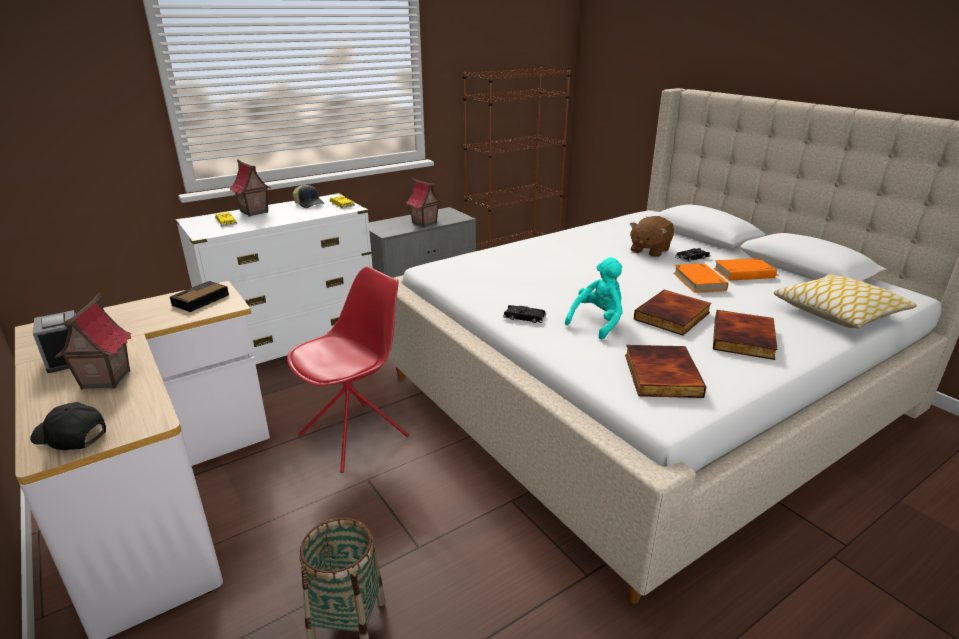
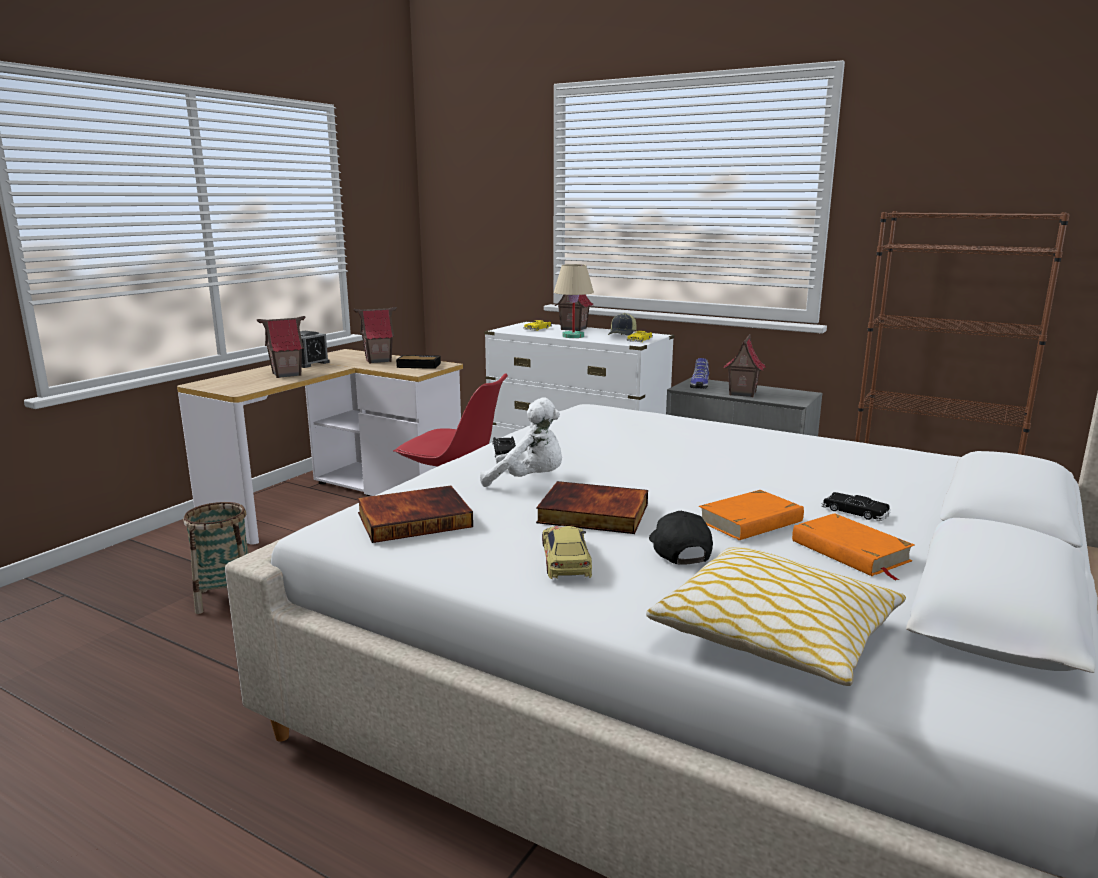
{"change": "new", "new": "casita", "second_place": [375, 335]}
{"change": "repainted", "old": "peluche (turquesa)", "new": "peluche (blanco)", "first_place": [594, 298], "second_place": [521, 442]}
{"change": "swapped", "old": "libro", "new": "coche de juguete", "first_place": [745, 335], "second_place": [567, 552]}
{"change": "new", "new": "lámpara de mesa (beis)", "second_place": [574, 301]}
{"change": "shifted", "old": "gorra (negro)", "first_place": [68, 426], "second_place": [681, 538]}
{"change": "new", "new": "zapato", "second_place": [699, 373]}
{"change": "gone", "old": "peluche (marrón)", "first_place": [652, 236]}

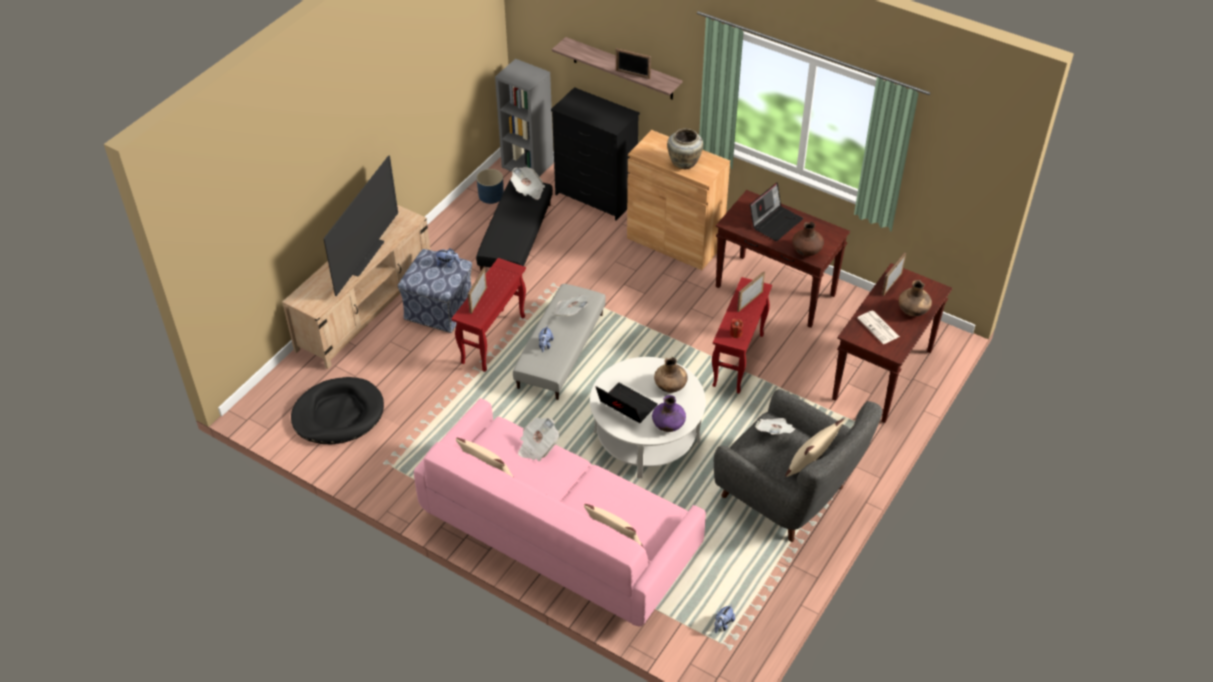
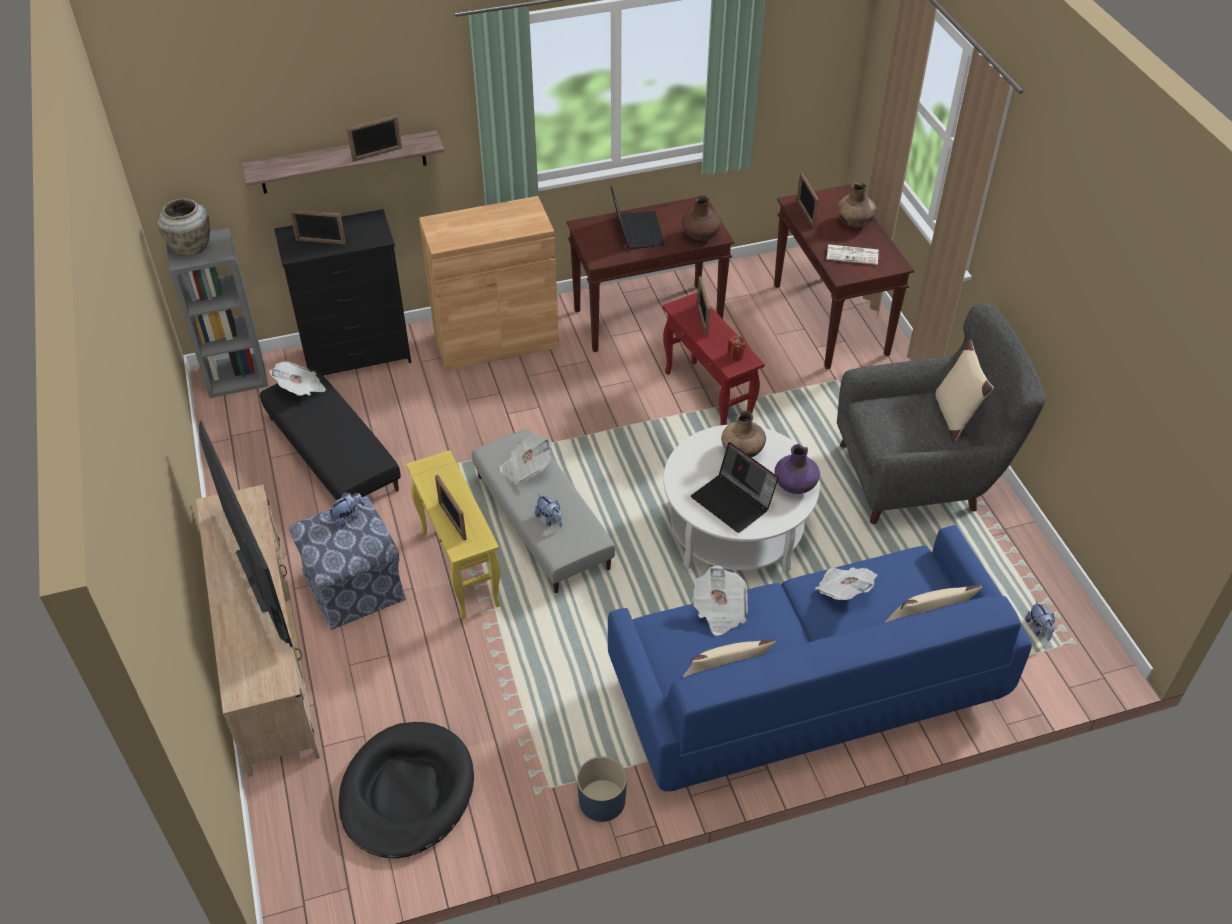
{"change": "shifted", "old": "florero (beis)", "first_place": [685, 148], "second_place": [183, 227]}
{"change": "new", "new": "portarretratos", "second_place": [317, 226]}
{"change": "repainted", "old": "mesa auxiliar (rojo)", "new": "mesa auxiliar (amarillo)", "first_place": [488, 315], "second_place": [453, 534]}
{"change": "shifted", "old": "maceta (azul)", "first_place": [490, 186], "second_place": [602, 789]}
{"change": "repainted", "old": "sofá (rosa)", "new": "sofá (azul)", "first_place": [560, 512], "second_place": [820, 658]}
{"change": "rotated", "old": "portátil", "first_place": [627, 403], "second_place": [735, 487], "degrees": -120}
{"change": "shifted", "old": "periódico", "first_place": [775, 426], "second_place": [846, 583]}

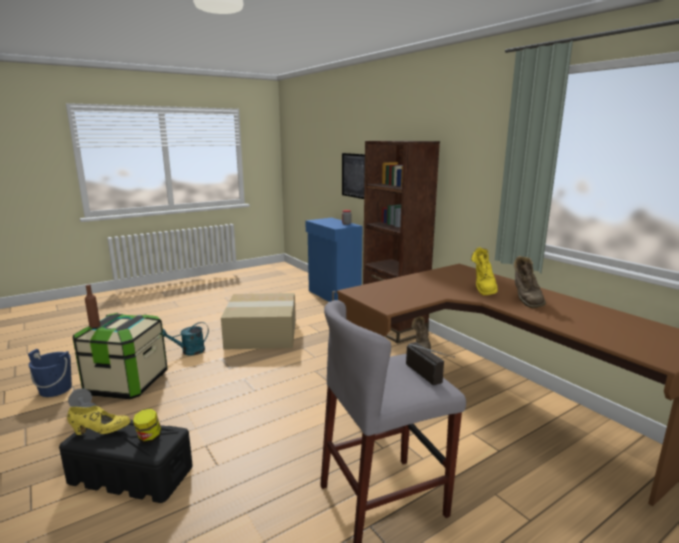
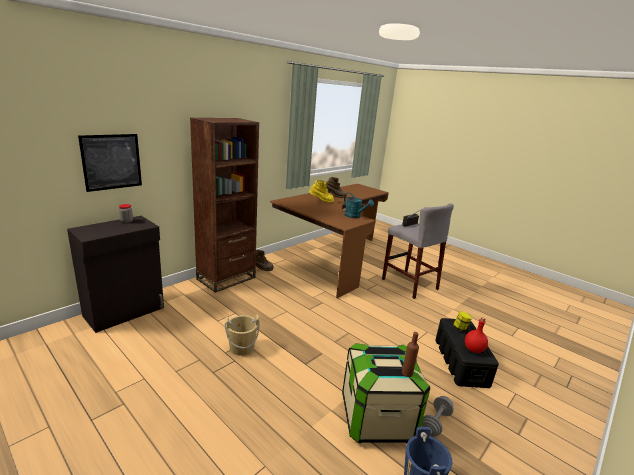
{"change": "repainted", "old": "armario (azul)", "new": "armario (negro)", "first_place": [334, 260], "second_place": [115, 274]}
{"change": "swapped", "old": "caja de cartón", "new": "cubo (beis)", "first_place": [258, 321], "second_place": [242, 335]}
{"change": "shifted", "old": "regadera (turquesa)", "first_place": [185, 339], "second_place": [359, 205]}
{"change": "swapped", "old": "zapato (amarillo)", "new": "botella (rojo)", "first_place": [99, 420], "second_place": [476, 335]}

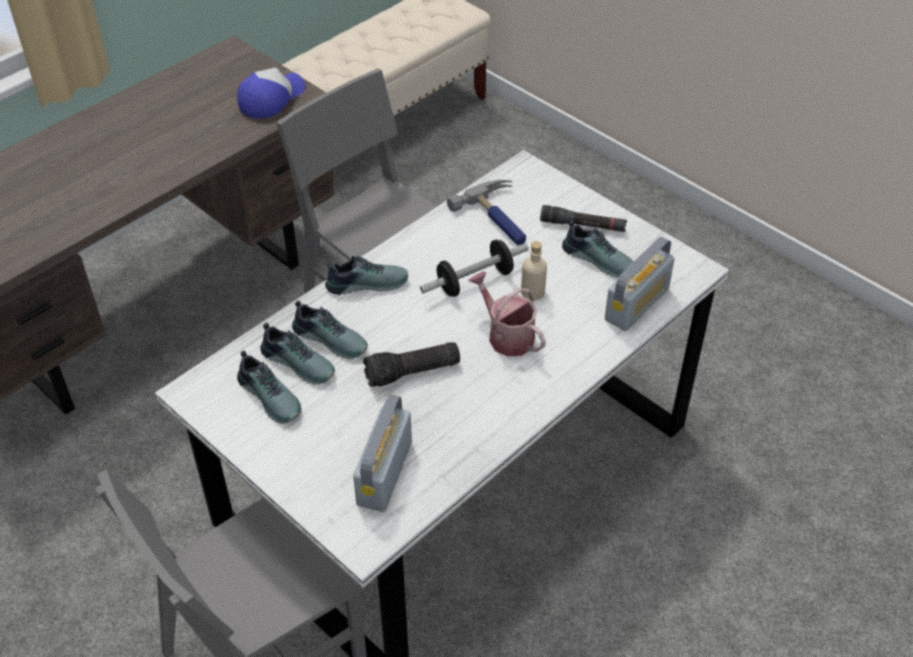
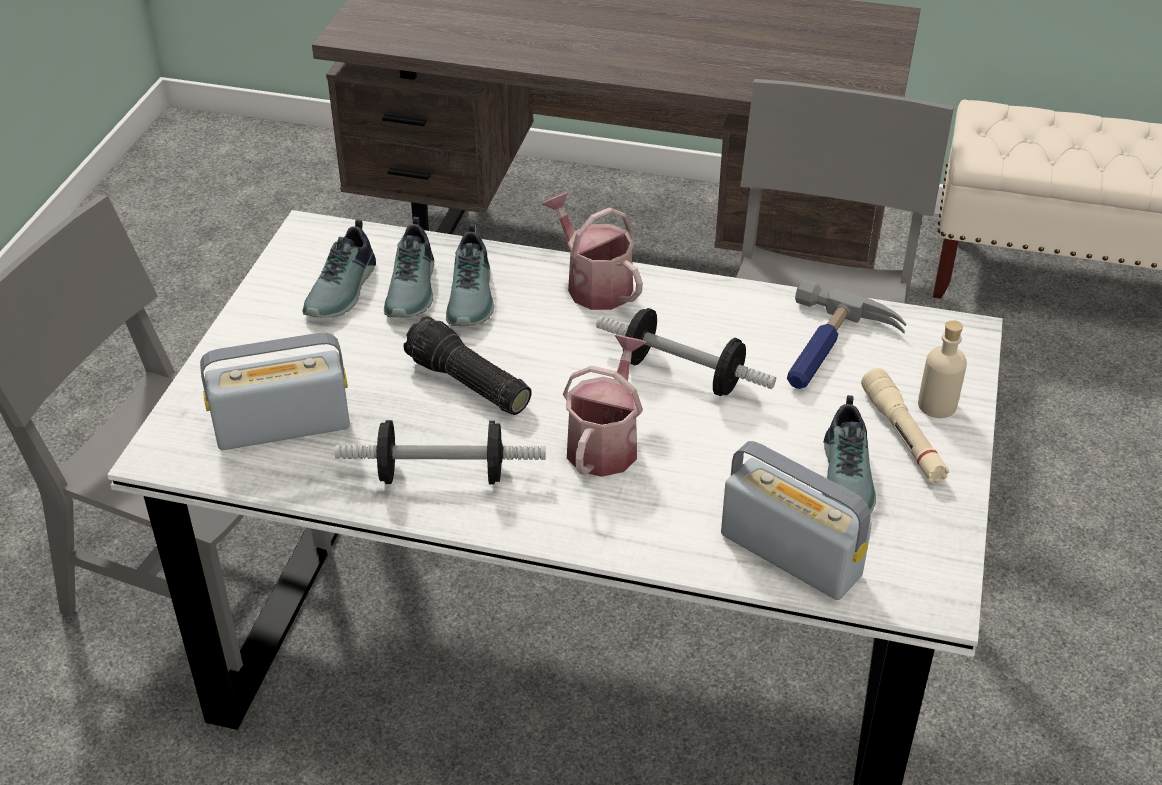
{"change": "new", "new": "mancuerna", "second_place": [440, 452]}
{"change": "swapped", "old": "zapato", "new": "regadera", "first_place": [366, 275], "second_place": [592, 251]}
{"change": "rotated", "old": "radio", "first_place": [640, 284], "second_place": [796, 520], "degrees": -150}
{"change": "repainted", "old": "linterna (negro)", "new": "linterna (beis)", "first_place": [583, 218], "second_place": [905, 425]}
{"change": "shifted", "old": "botella (beis)", "first_place": [534, 270], "second_place": [942, 369]}
{"change": "gone", "old": "gorra", "first_place": [271, 93]}

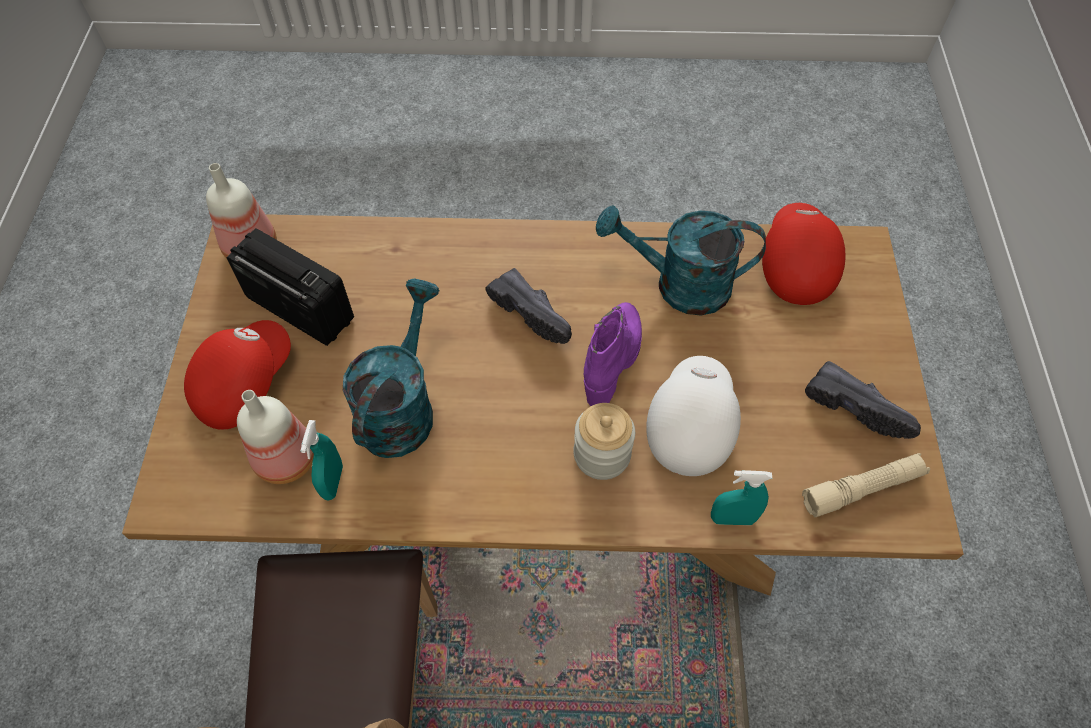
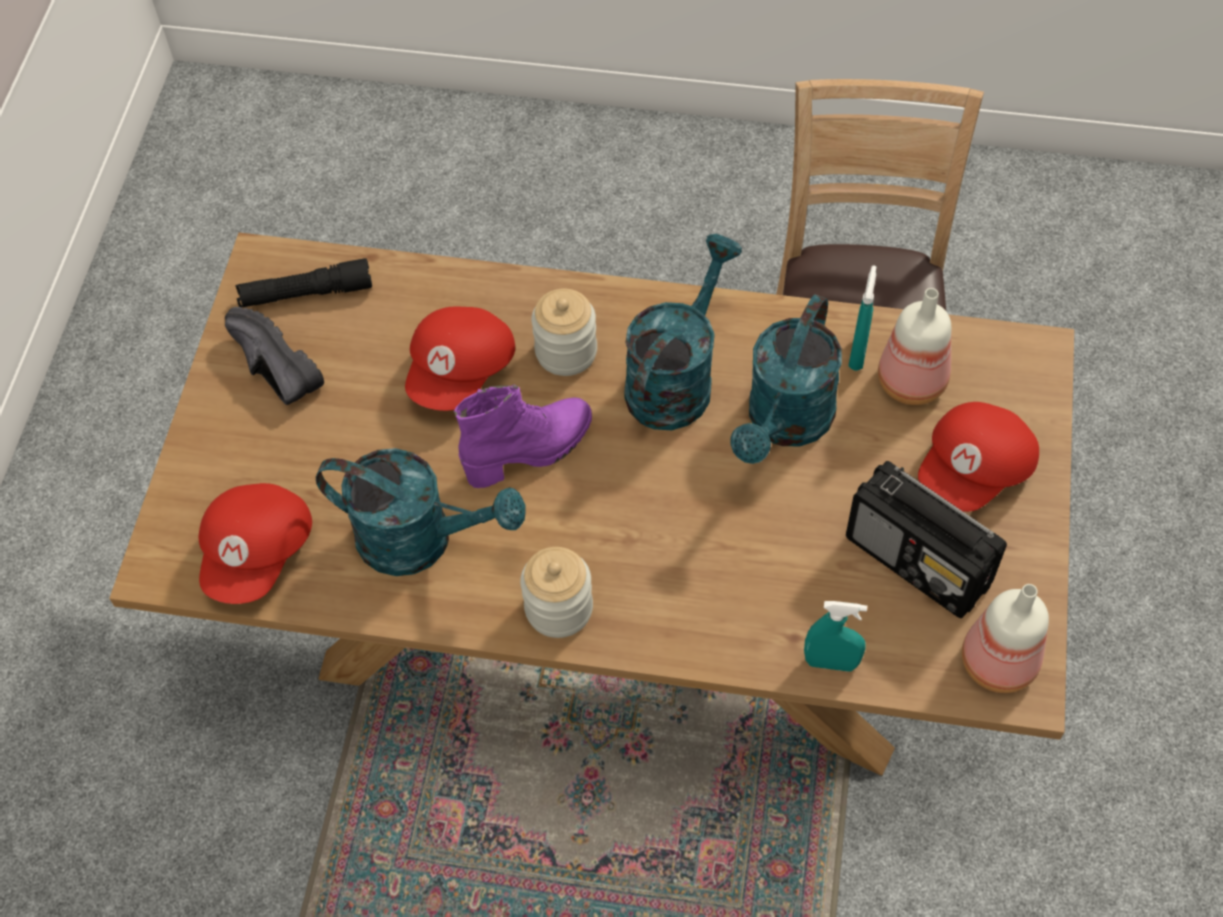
{"change": "repainted", "old": "linterna (beis)", "new": "linterna (negro)", "first_place": [866, 485], "second_place": [303, 282]}
{"change": "repainted", "old": "gorra (blanco)", "new": "gorra (rojo)", "first_place": [693, 416], "second_place": [460, 359]}
{"change": "rotated", "old": "bota (morado)", "first_place": [613, 354], "second_place": [523, 436], "degrees": -150}
{"change": "new", "new": "tarro", "second_place": [556, 592]}
{"change": "new", "new": "regadera (turquesa)", "second_place": [683, 332]}
{"change": "shifted", "old": "pulverizador (turquesa)", "first_place": [741, 497], "second_place": [835, 636]}
{"change": "gone", "old": "zapato (negro)", "first_place": [528, 306]}

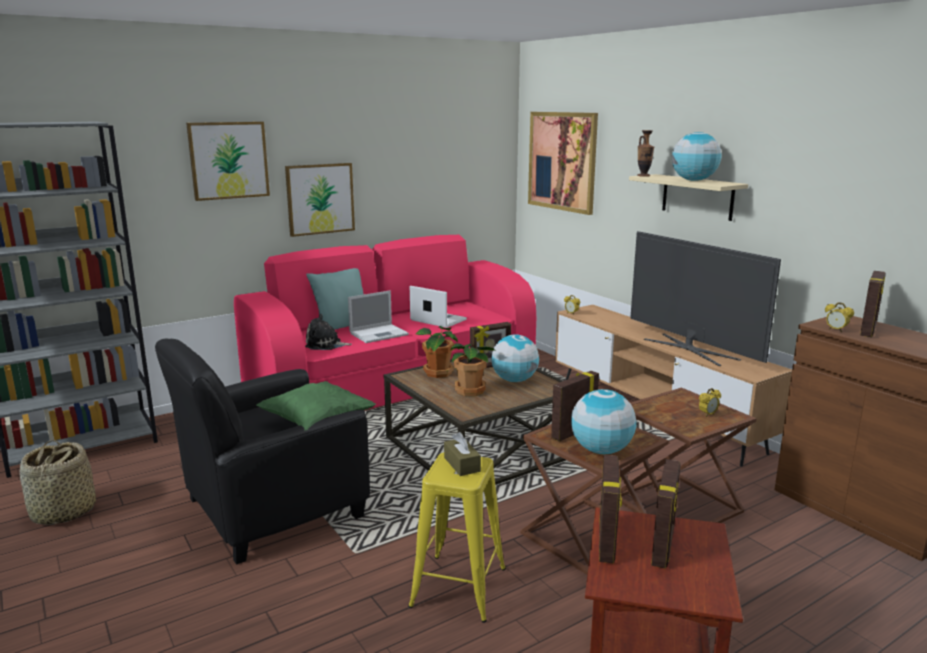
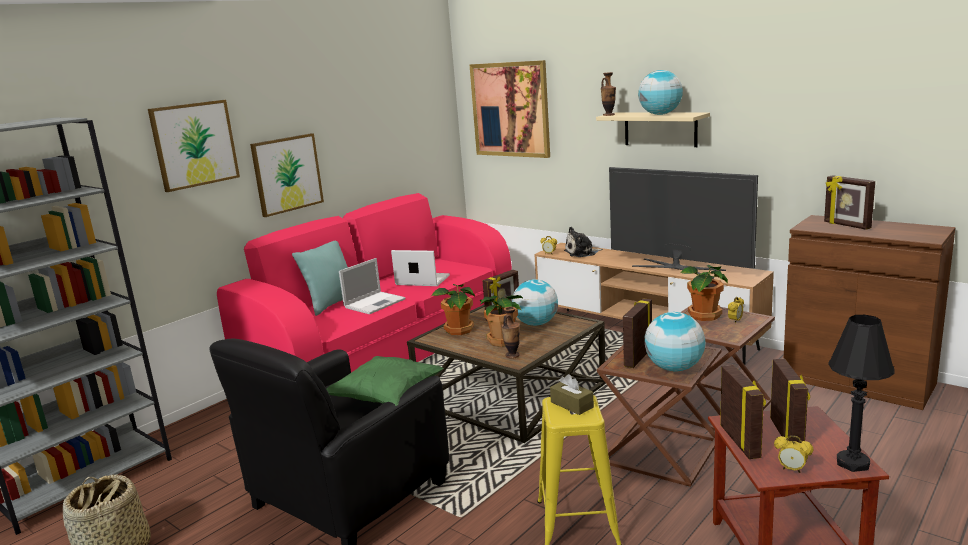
{"change": "new", "new": "florero", "second_place": [510, 332]}
{"change": "shifted", "old": "peluche", "first_place": [328, 332], "second_place": [583, 242]}
{"change": "new", "new": "planta en maceta", "second_place": [704, 293]}
{"change": "shifted", "old": "despertador", "first_place": [839, 317], "second_place": [793, 454]}
{"change": "rotated", "old": "portarretratos", "first_place": [873, 304], "second_place": [849, 202], "degrees": 135}
{"change": "new", "new": "lámpara de mesa (negro)", "second_place": [861, 393]}

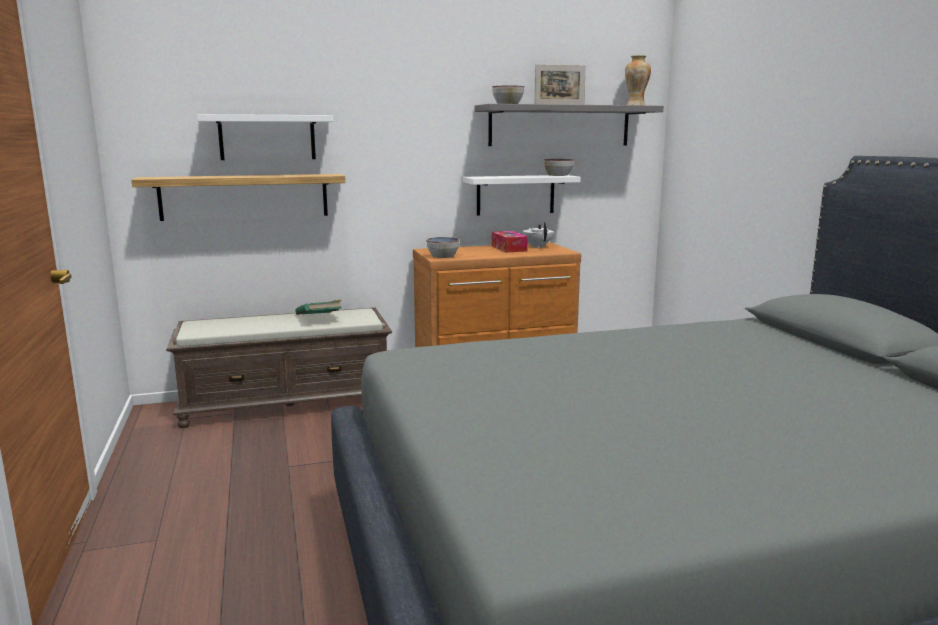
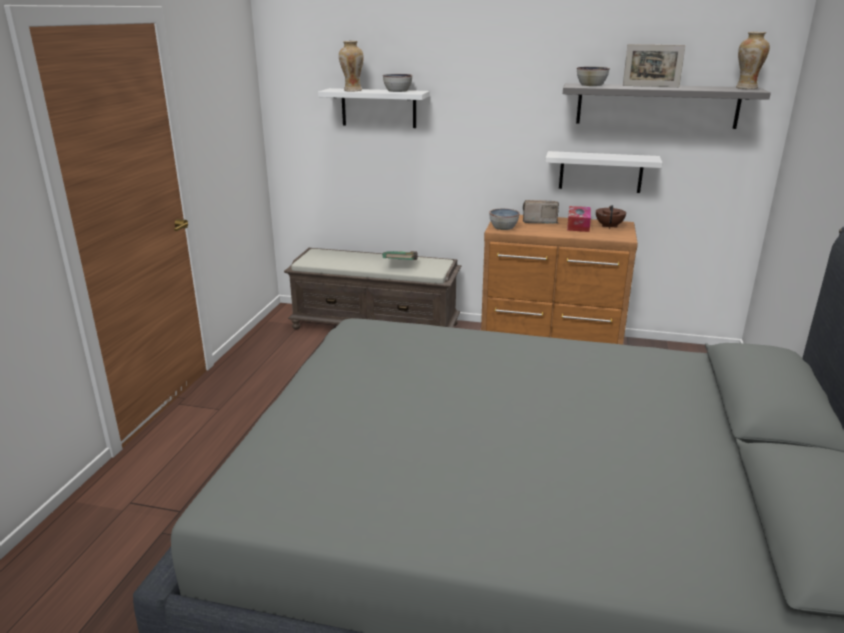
{"change": "new", "new": "florero", "second_place": [351, 66]}
{"change": "shifted", "old": "cuenco", "first_place": [558, 167], "second_place": [397, 83]}
{"change": "new", "new": "radio", "second_place": [541, 211]}
{"change": "repainted", "old": "tetera (blanco)", "new": "tetera (marrón)", "first_place": [538, 235], "second_place": [611, 217]}
{"change": "gone", "old": "estante", "first_place": [238, 197]}

